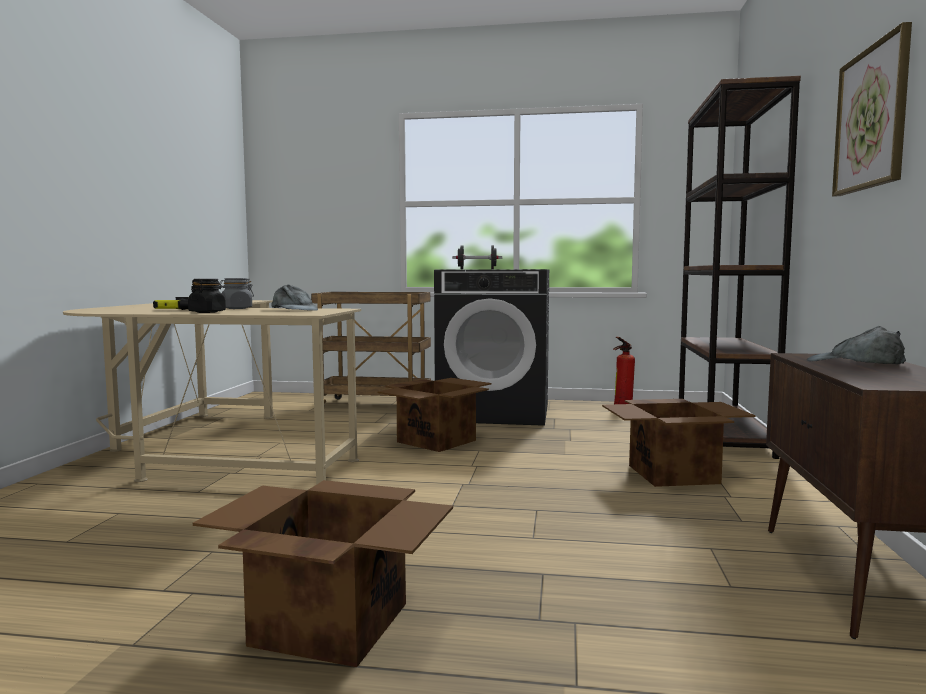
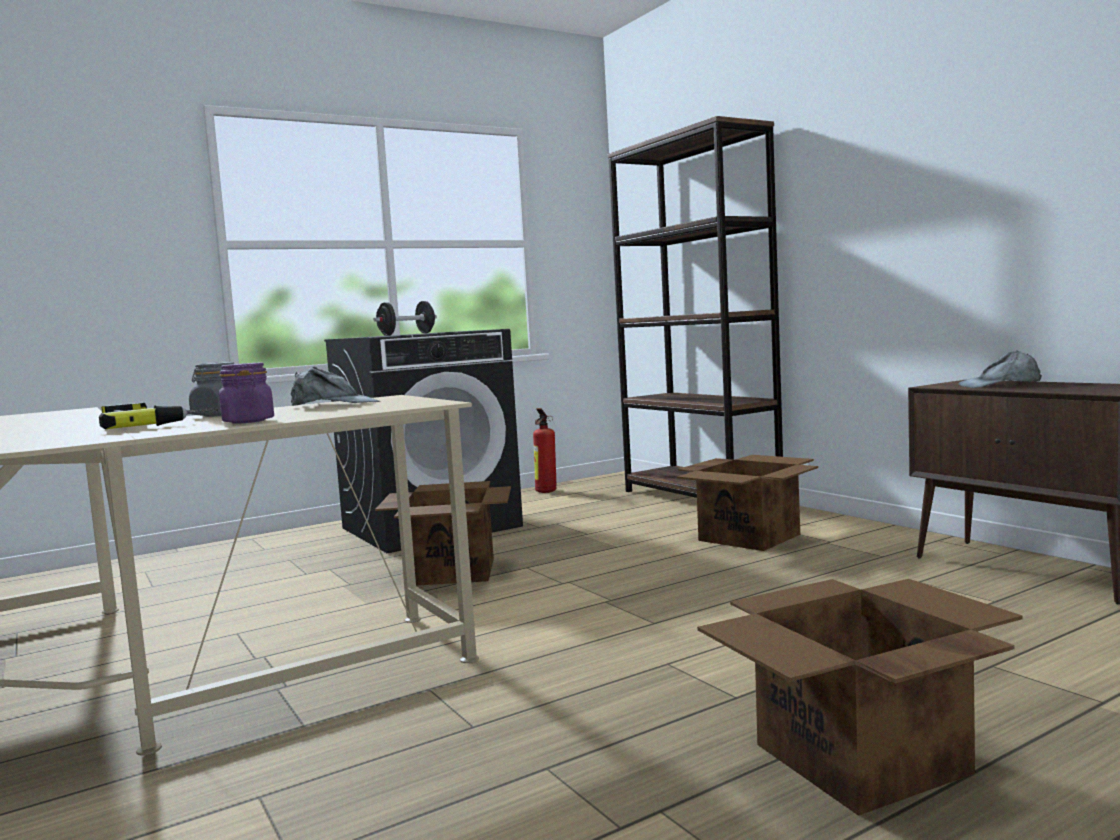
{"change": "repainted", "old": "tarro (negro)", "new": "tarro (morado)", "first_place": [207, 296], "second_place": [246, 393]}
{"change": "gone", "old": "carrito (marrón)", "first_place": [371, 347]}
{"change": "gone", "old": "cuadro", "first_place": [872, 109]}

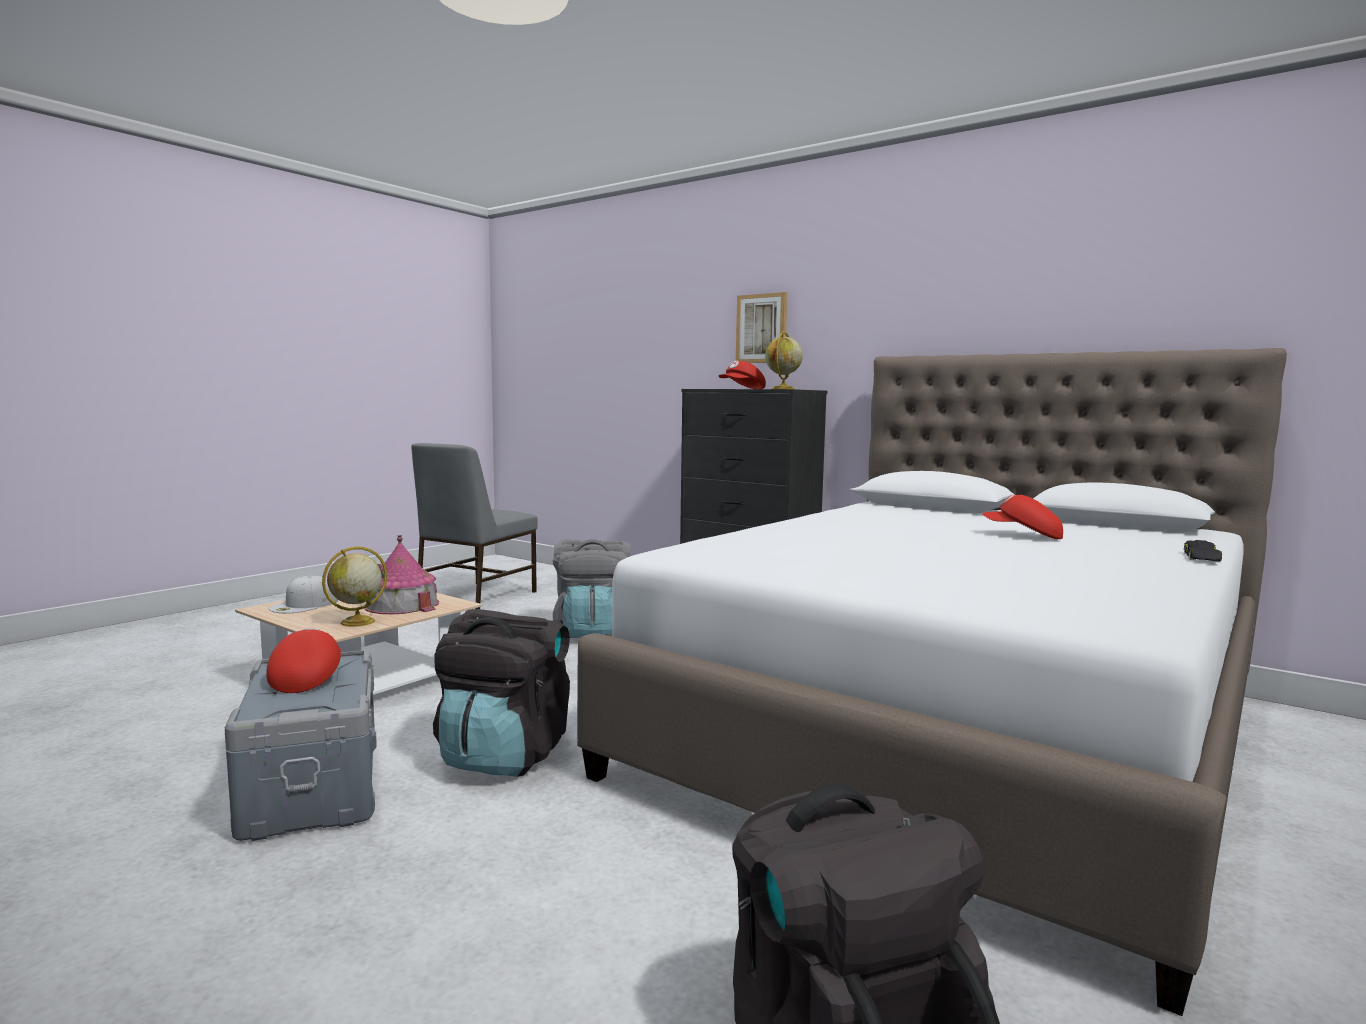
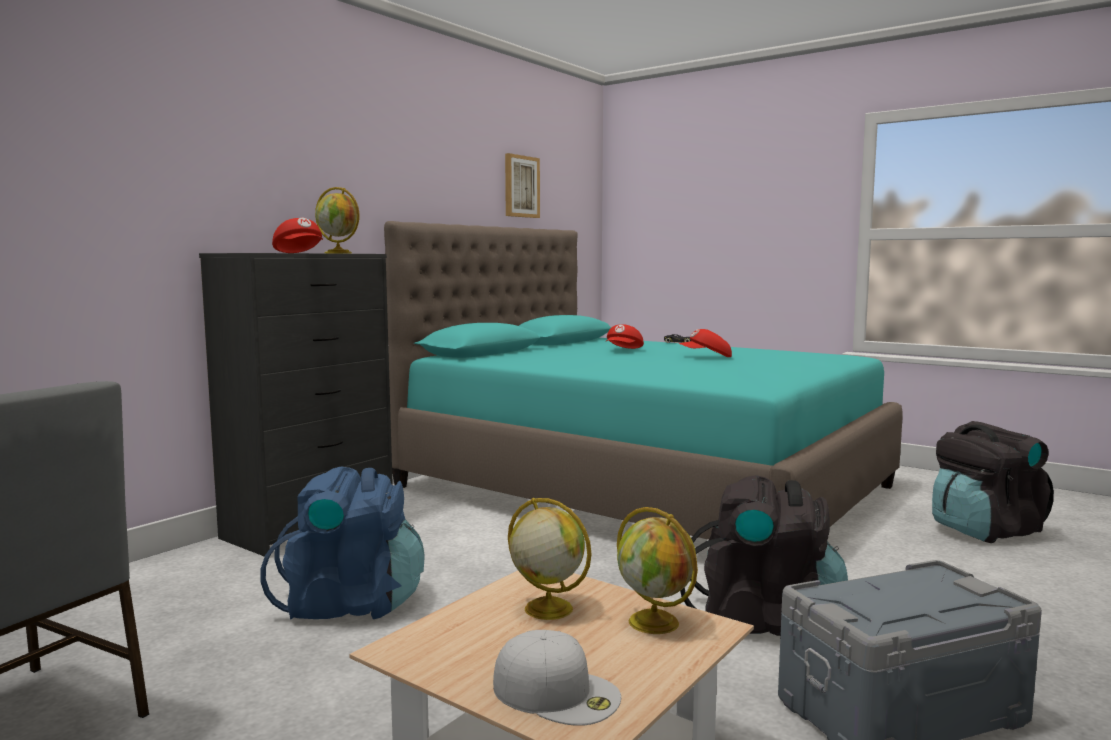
{"change": "repainted", "old": "mochila (gris)", "new": "mochila (azul)", "first_place": [592, 588], "second_place": [342, 543]}
{"change": "repainted", "old": "cama (blanco)", "new": "cama (turquesa)", "first_place": [932, 682], "second_place": [643, 380]}
{"change": "shifted", "old": "cuadro", "first_place": [761, 327], "second_place": [522, 185]}
{"change": "swapped", "old": "casita", "new": "globo terráqueo", "first_place": [401, 574], "second_place": [550, 559]}
{"change": "shifted", "old": "gorra (rojo)", "first_place": [303, 660], "second_place": [705, 343]}

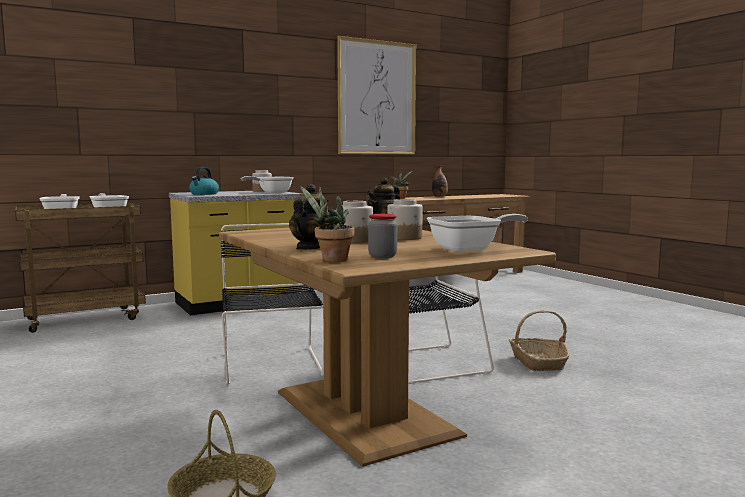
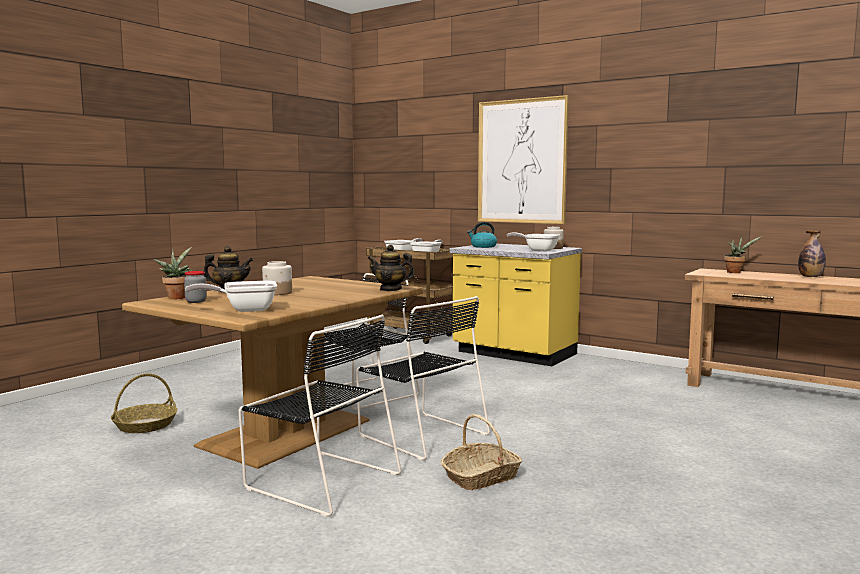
{"change": "rotated", "old": "sartén", "first_place": [477, 233], "second_place": [231, 296], "degrees": 120}
{"change": "new", "new": "silla (negro)", "second_place": [320, 415]}
{"change": "shifted", "old": "cuadro", "first_place": [376, 95], "second_place": [523, 159]}
{"change": "gone", "old": "tarro", "first_place": [405, 219]}

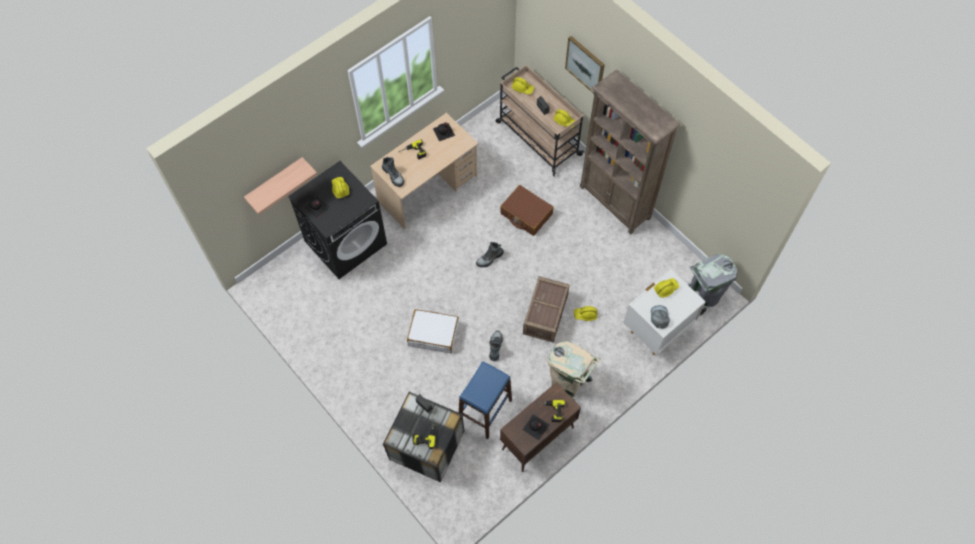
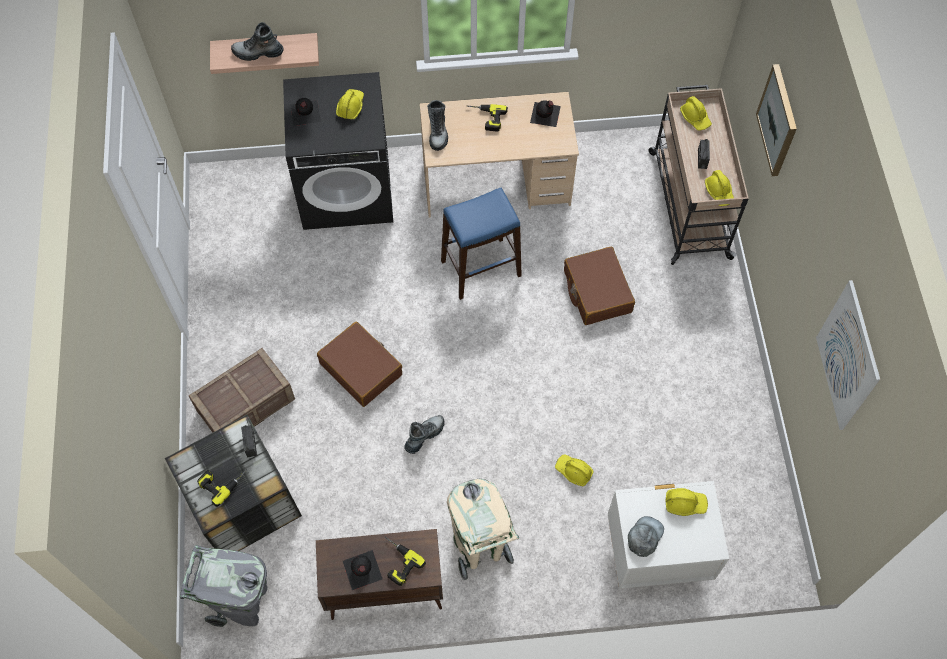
{"change": "shifted", "old": "papelera (gris)", "first_place": [712, 285], "second_place": [223, 586]}
{"change": "shifted", "old": "caja de embalaje", "first_place": [546, 309], "second_place": [242, 390]}
{"change": "shifted", "old": "bota", "first_place": [490, 254], "second_place": [257, 41]}
{"change": "repainted", "old": "maleta (blanco)", "new": "maleta (marrón)", "first_place": [433, 331], "second_place": [359, 364]}
{"change": "shifted", "old": "taburete (azul)", "first_place": [485, 400], "second_place": [481, 244]}
{"change": "new", "new": "cuadro", "second_place": [848, 355]}
{"change": "gone", "old": "estantería (marrón)", "first_place": [630, 152]}

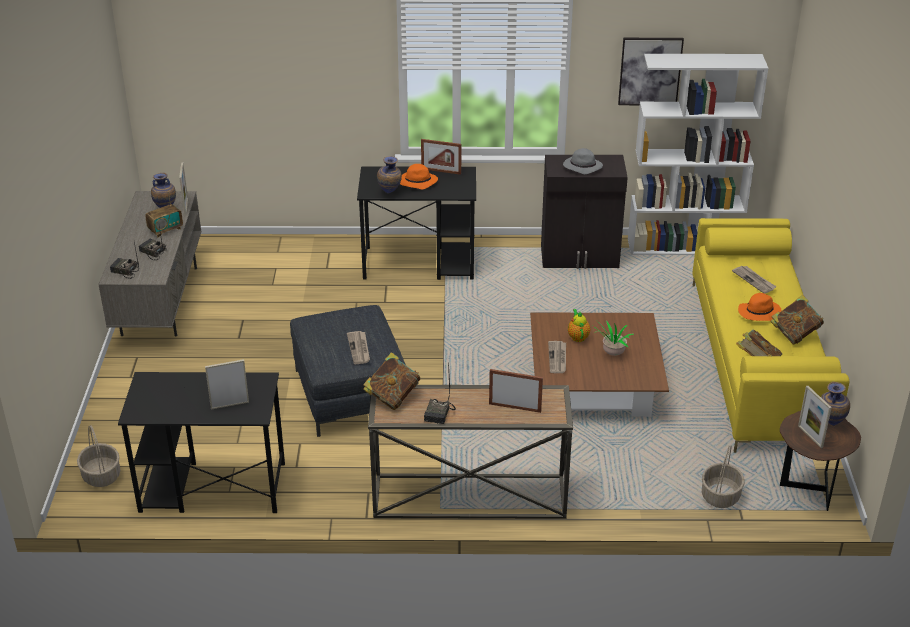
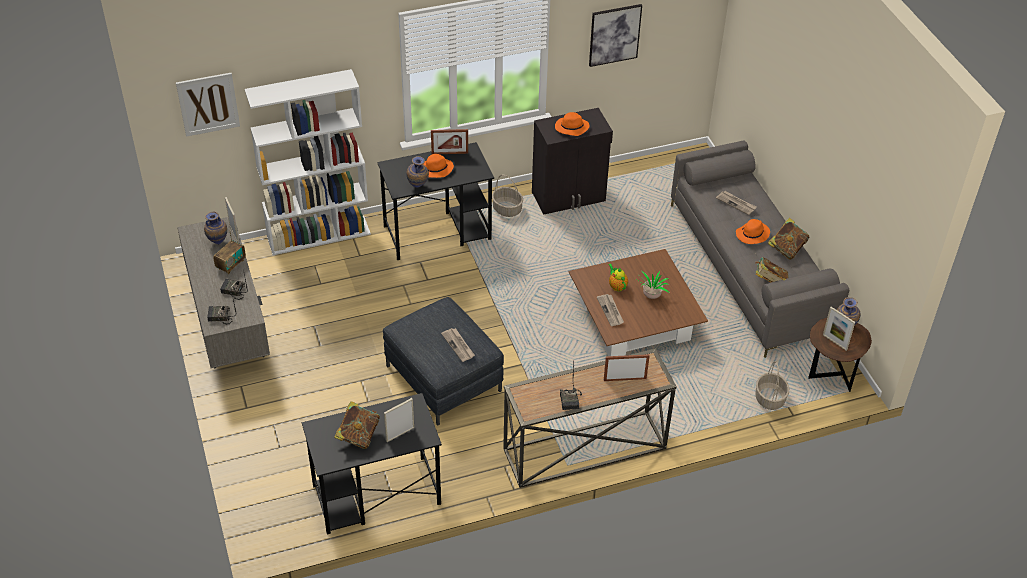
{"change": "new", "new": "cuadro", "second_place": [208, 105]}
{"change": "shifted", "old": "estantería (blanco)", "first_place": [698, 154], "second_place": [308, 162]}
{"change": "shifted", "old": "libro", "first_place": [391, 381], "second_place": [357, 425]}
{"change": "shifted", "old": "cesta", "first_place": [98, 456], "second_place": [507, 196]}
{"change": "repainted", "old": "sombrero (gris)", "new": "sombrero (naranja)", "first_place": [583, 161], "second_place": [572, 124]}
{"change": "repainted", "old": "sofá (amarillo)", "new": "sofá (gris)", "first_place": [770, 335], "second_place": [760, 249]}

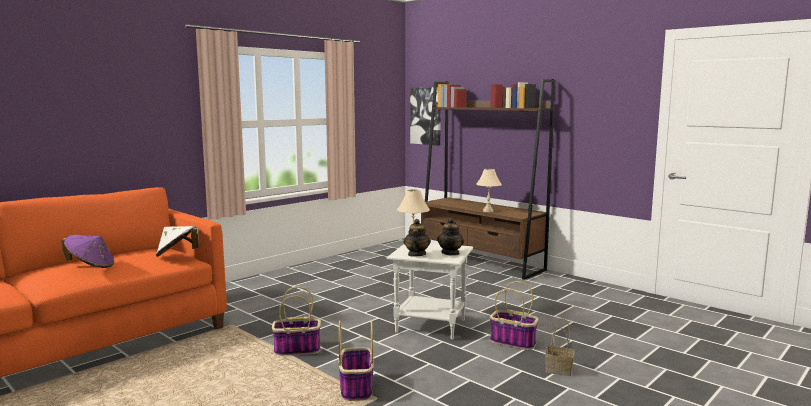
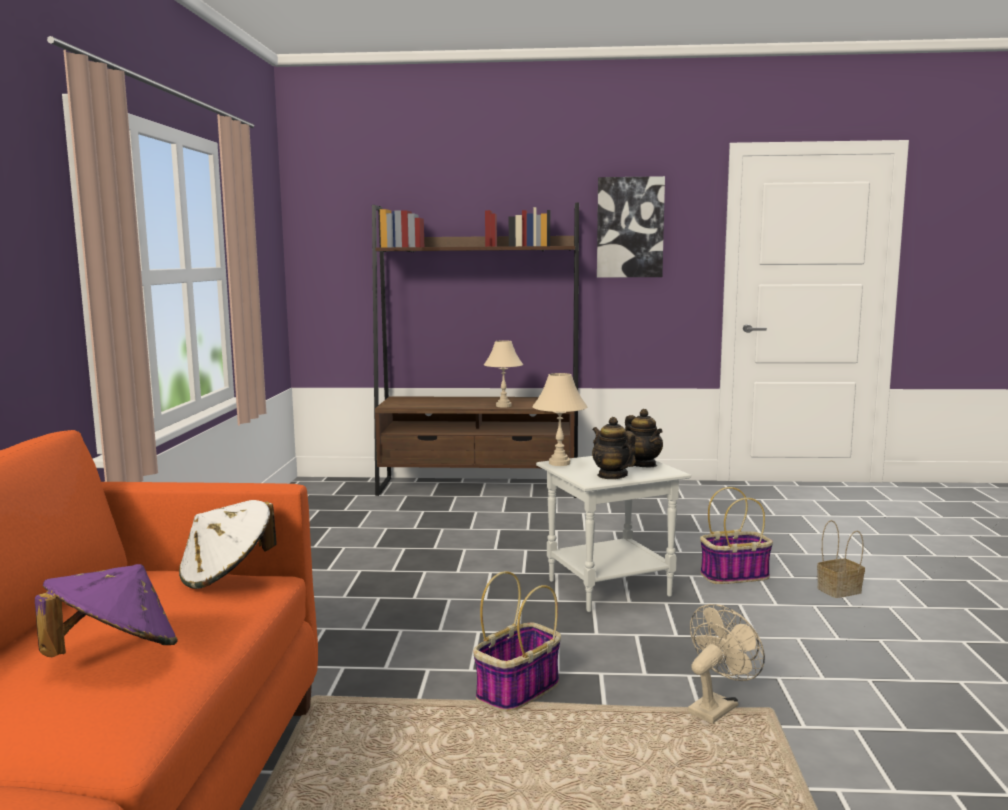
{"change": "shifted", "old": "cuadro", "first_place": [425, 116], "second_place": [631, 227]}
{"change": "swapped", "old": "cesta", "new": "ventilador (beis)", "first_place": [356, 360], "second_place": [726, 664]}

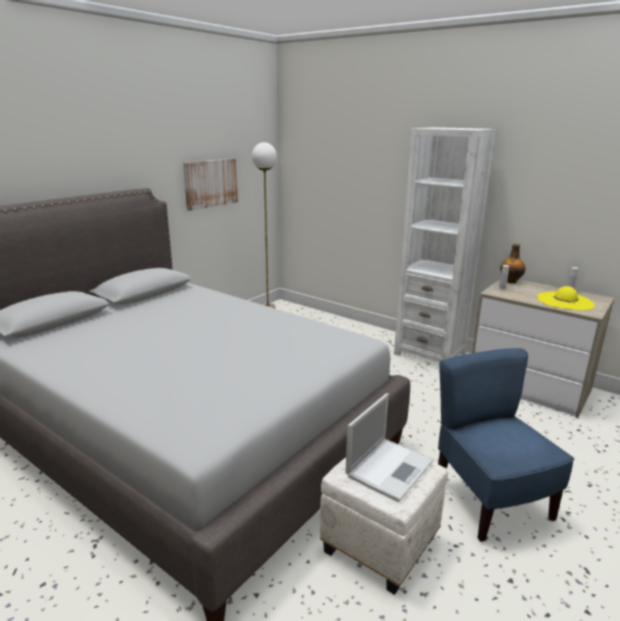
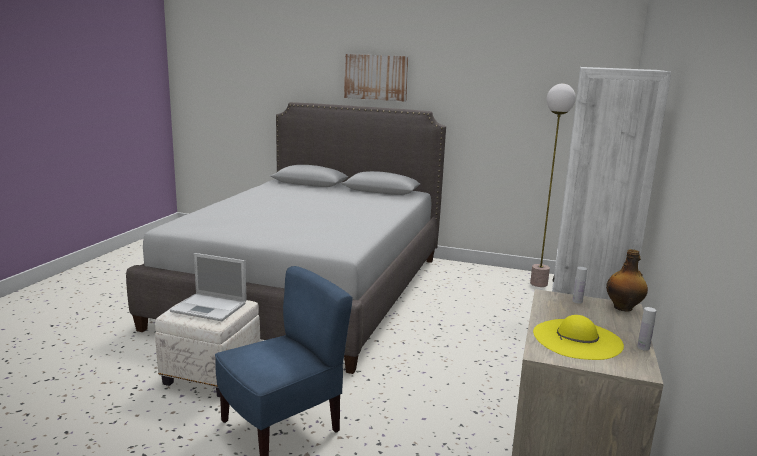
{"change": "shifted", "old": "cuadro", "first_place": [211, 184], "second_place": [376, 77]}

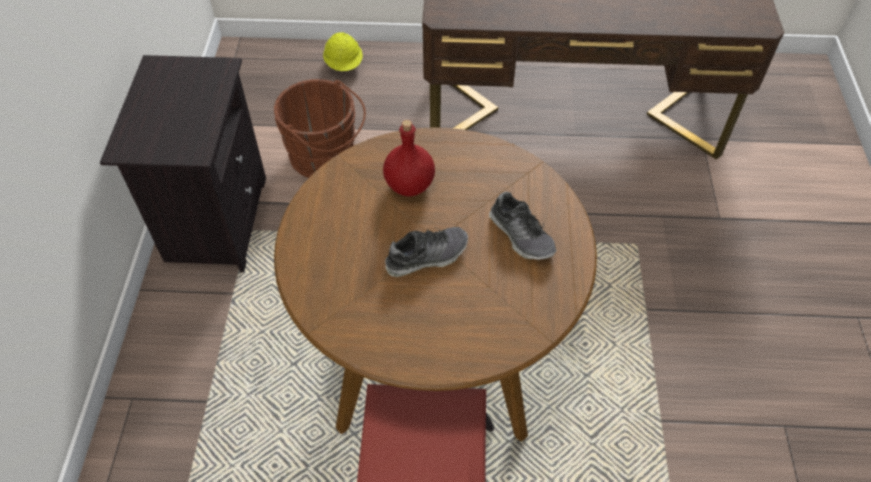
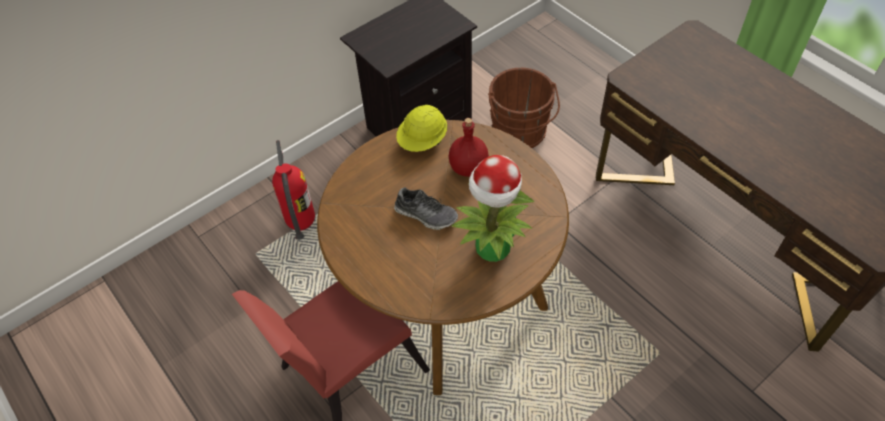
{"change": "new", "new": "extintor", "second_place": [293, 190]}
{"change": "shifted", "old": "casco (amarillo)", "first_place": [343, 51], "second_place": [421, 128]}
{"change": "swapped", "old": "zapato", "new": "planta en maceta", "first_place": [523, 226], "second_place": [493, 208]}

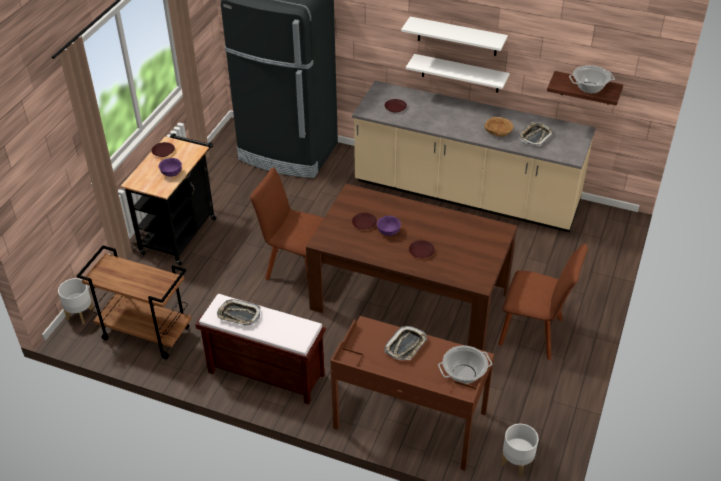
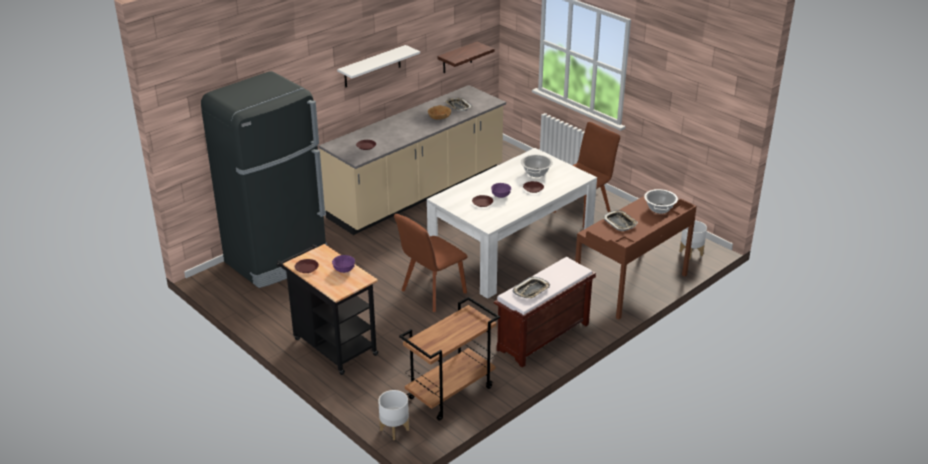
{"change": "repainted", "old": "mesa de comedor (marrón)", "new": "mesa de comedor (blanco)", "first_place": [411, 267], "second_place": [512, 223]}
{"change": "shifted", "old": "olla", "first_place": [592, 79], "second_place": [537, 165]}
{"change": "gone", "old": "estante (blanco)", "first_place": [458, 73]}

